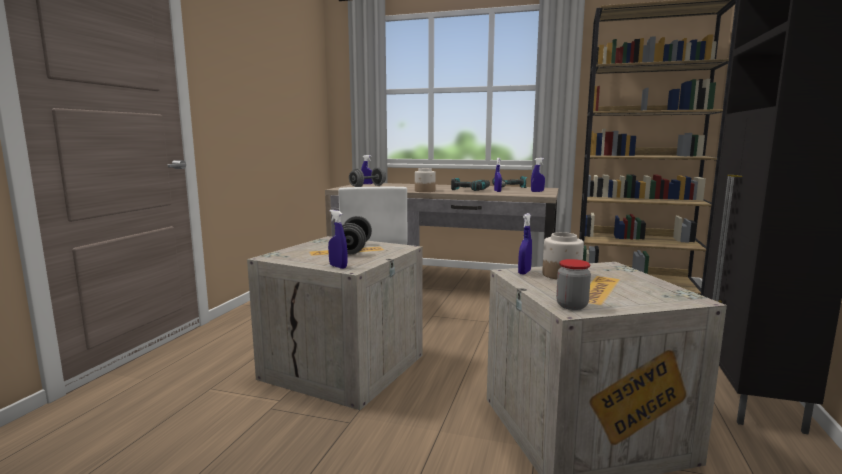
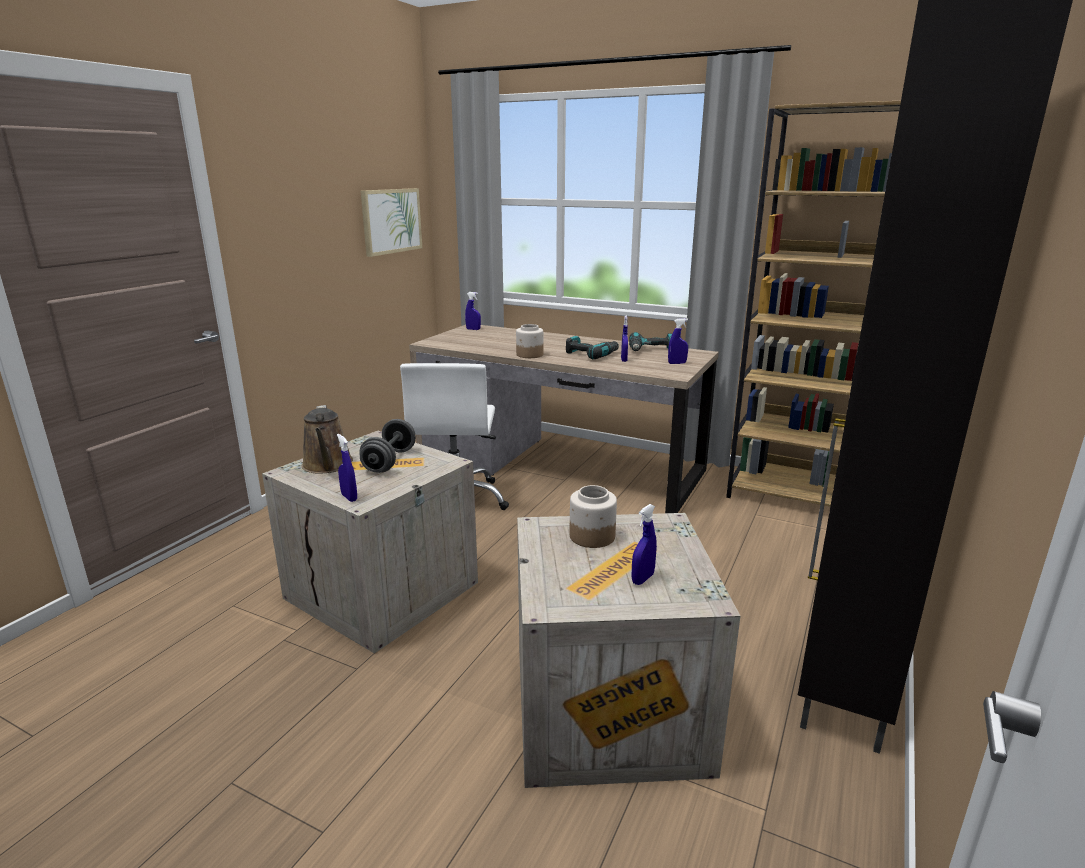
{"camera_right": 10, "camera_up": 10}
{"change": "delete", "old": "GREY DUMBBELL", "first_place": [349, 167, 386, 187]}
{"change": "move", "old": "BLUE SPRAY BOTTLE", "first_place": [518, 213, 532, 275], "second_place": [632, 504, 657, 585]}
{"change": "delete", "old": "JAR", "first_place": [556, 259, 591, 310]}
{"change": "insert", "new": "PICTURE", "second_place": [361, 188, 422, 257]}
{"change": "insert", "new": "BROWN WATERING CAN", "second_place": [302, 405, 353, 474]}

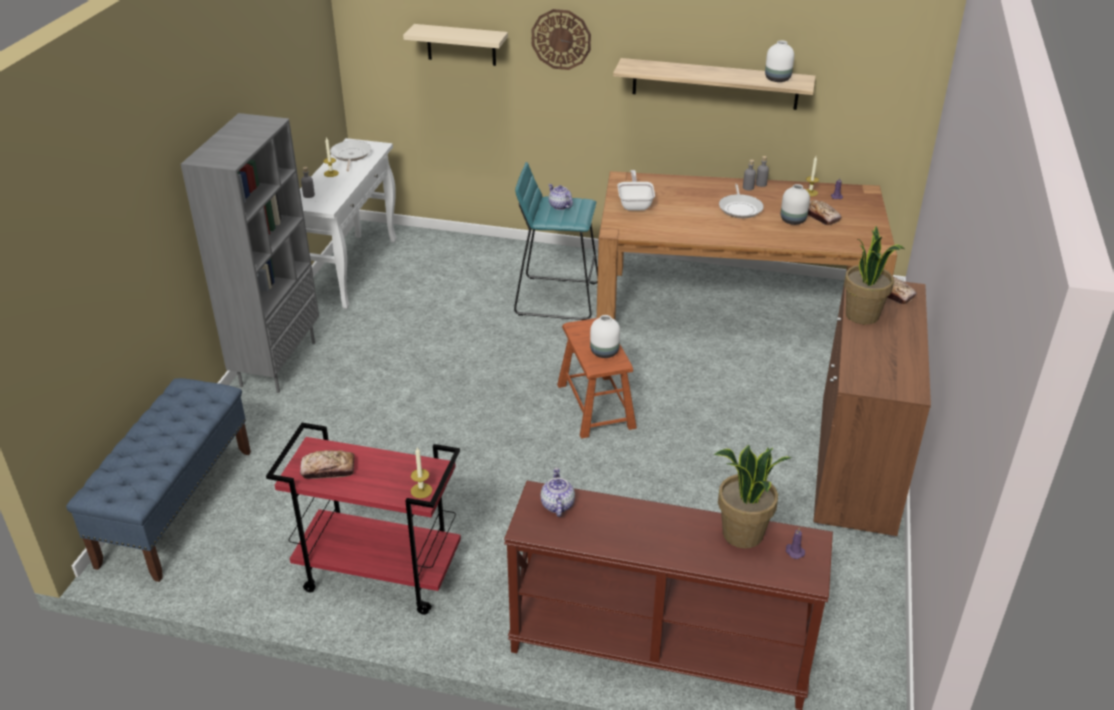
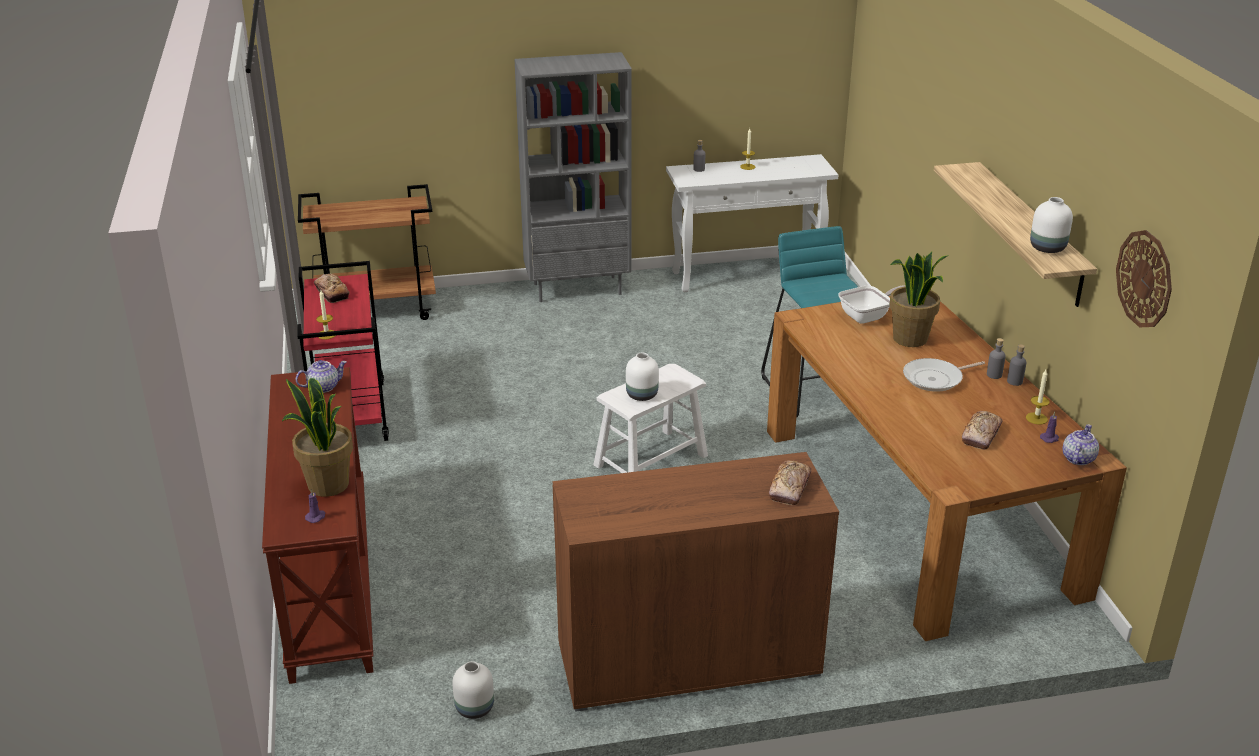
{"camera_right": 65, "camera_up": -5}
{"change": "move", "old": "WALL CLOCK", "first_place": [531, 9, 591, 70], "second_place": [1116, 230, 1172, 328]}
{"change": "delete", "old": "BEIGE SHELF", "first_place": [403, 24, 508, 66]}
{"change": "delete", "old": "FRYING PAN", "first_place": [330, 140, 371, 171]}
{"change": "move", "old": "TEAPOT", "first_place": [548, 184, 573, 210], "second_place": [1063, 424, 1099, 465]}
{"change": "move", "old": "WHITE VASE", "first_place": [781, 184, 810, 225], "second_place": [452, 661, 494, 719]}
{"change": "move", "old": "POTTED PLANT", "first_place": [844, 226, 905, 324], "second_place": [890, 251, 949, 347]}
{"change": "recolor", "old": "BROWN STOOL", "new": "WHITE STOOL", "first_place": [557, 318, 637, 438], "second_place": [593, 364, 708, 473]}
{"change": "replace", "old": "BLUE BENCH", "new": "BROWN CART", "first_place": [66, 378, 251, 582], "second_place": [298, 184, 436, 320]}

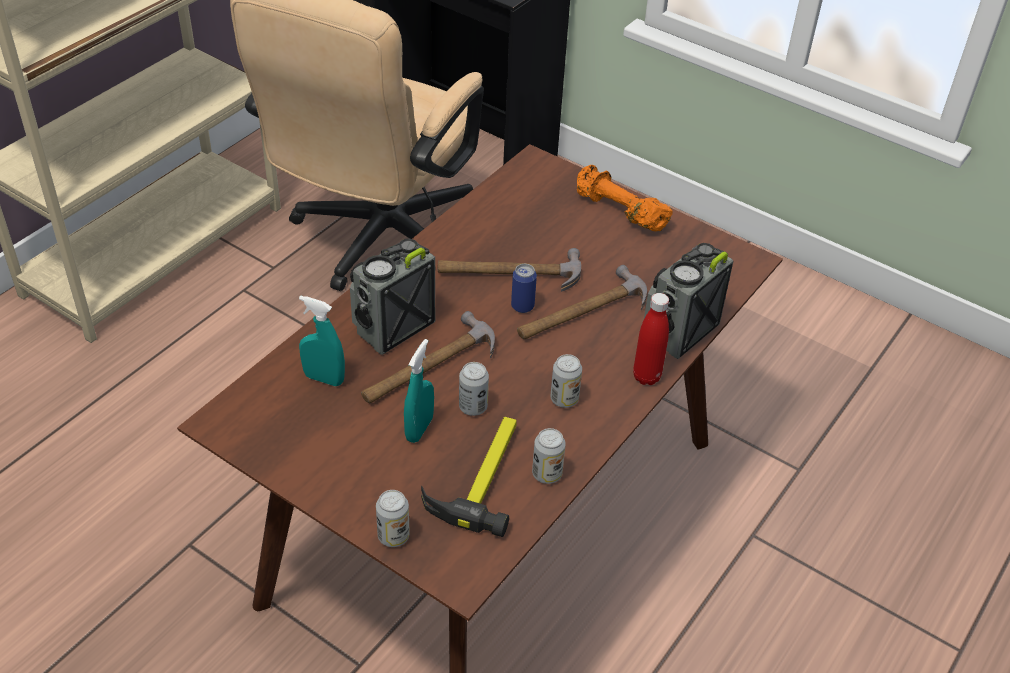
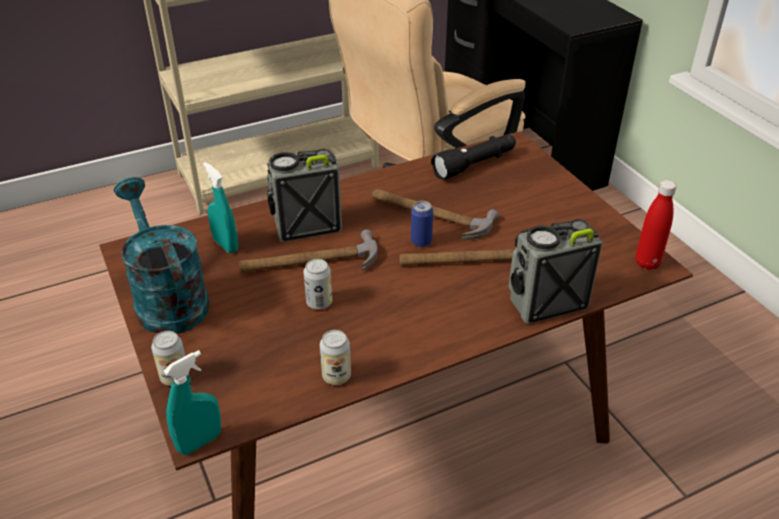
{"camera_right": 30, "camera_up": -5}
{"change": "delete", "old": "ORANGE DUMBBELL", "first_place": [577, 165, 673, 231]}
{"change": "move", "old": "RED BOTTLE", "first_place": [633, 293, 669, 385], "second_place": [636, 180, 677, 270]}
{"change": "move", "old": "TURQUOISE SPRAY BOTTLE", "first_place": [404, 339, 434, 443], "second_place": [164, 350, 221, 455]}
{"change": "delete", "old": "CAN", "first_place": [551, 354, 582, 408]}
{"change": "delete", "old": "HAMMER", "first_place": [421, 417, 517, 537]}
{"change": "insert", "new": "BLACK FLASHLIGHT", "second_place": [431, 134, 516, 180]}
{"change": "insert", "new": "TURQUOISE WATERING CAN", "second_place": [114, 177, 209, 334]}

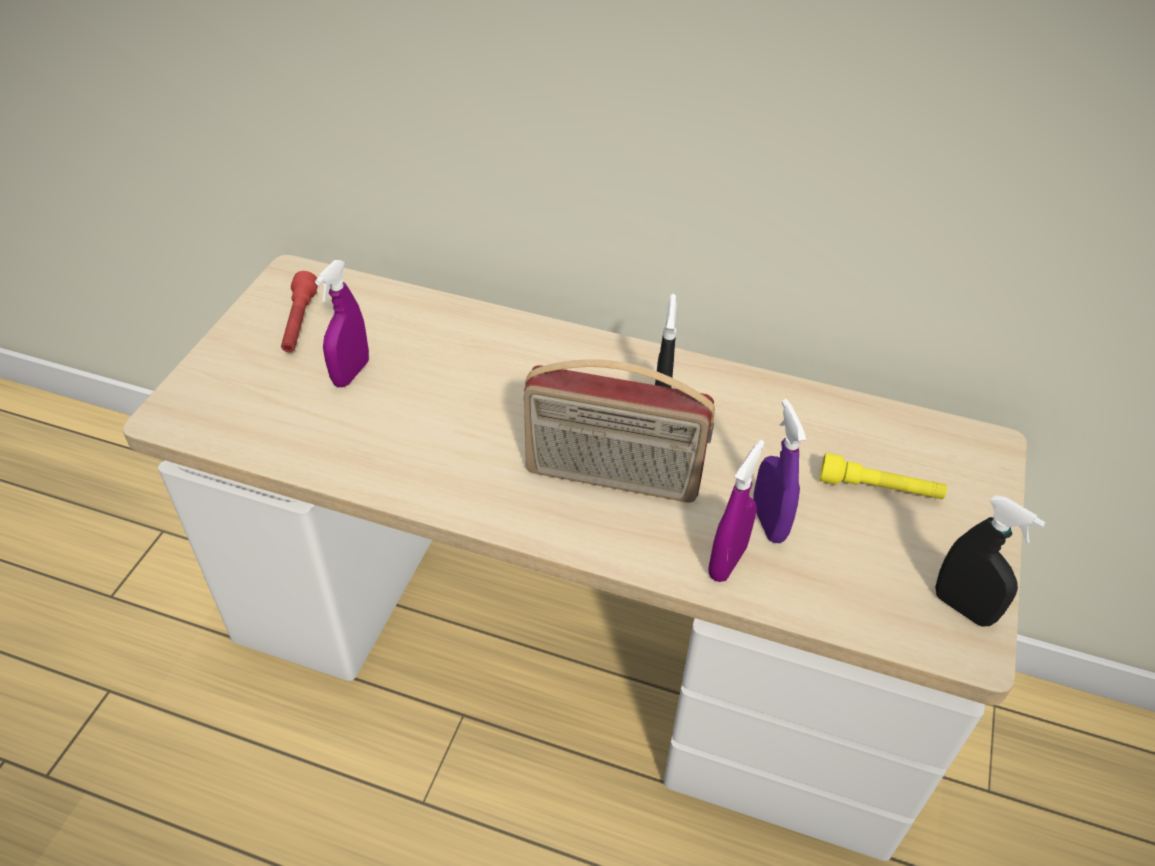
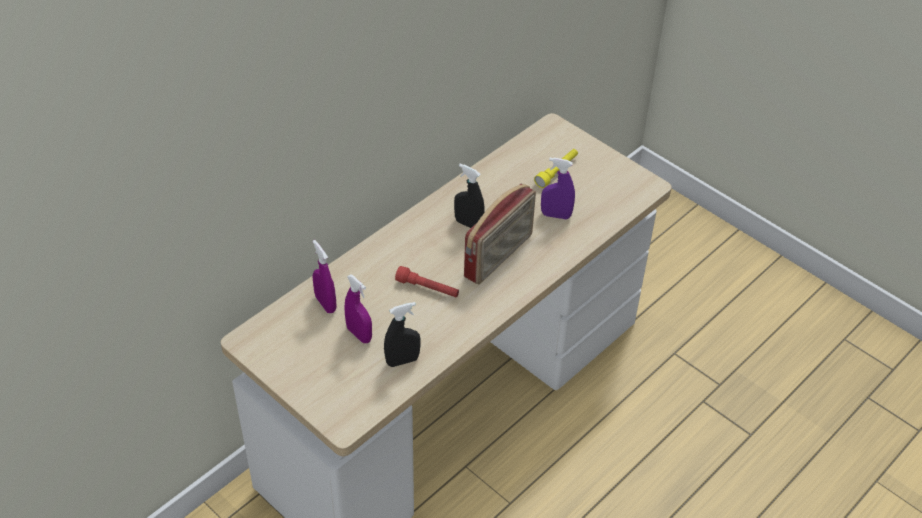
{"camera_right": -65, "camera_up": 0}
{"change": "move", "old": "RED FLASHLIGHT", "first_place": [281, 271, 318, 352], "second_place": [395, 266, 459, 297]}
{"change": "move", "old": "PURPLE SPRAY BOTTLE", "first_place": [709, 440, 765, 582], "second_place": [313, 240, 336, 313]}
{"change": "move", "old": "BLACK SPRAY BOTTLE", "first_place": [935, 495, 1046, 626], "second_place": [384, 302, 421, 367]}

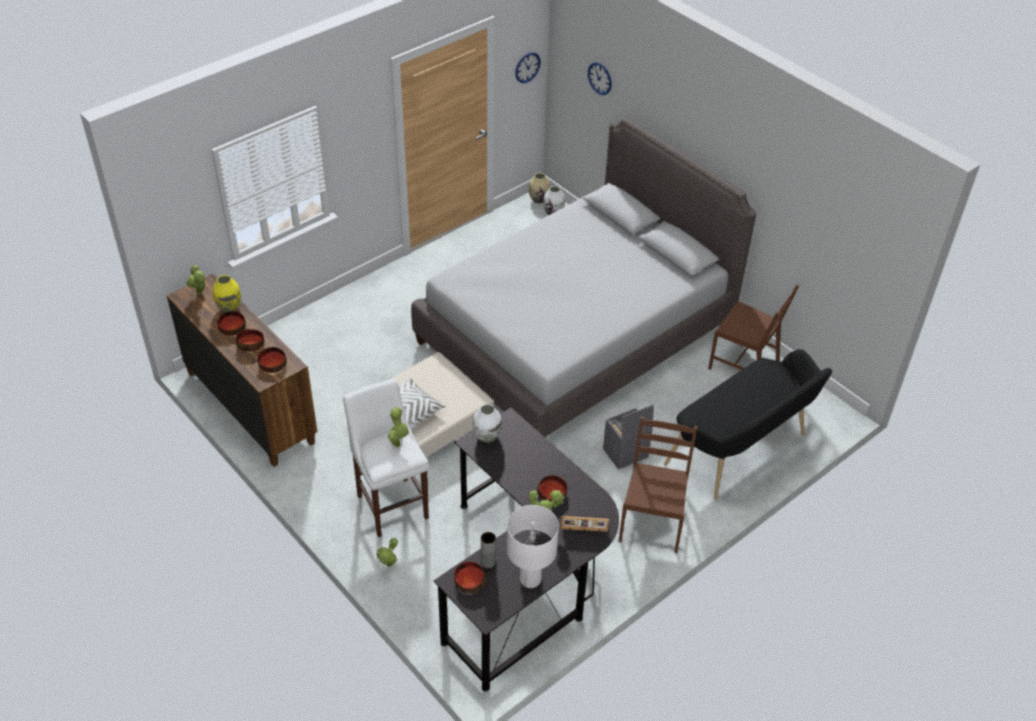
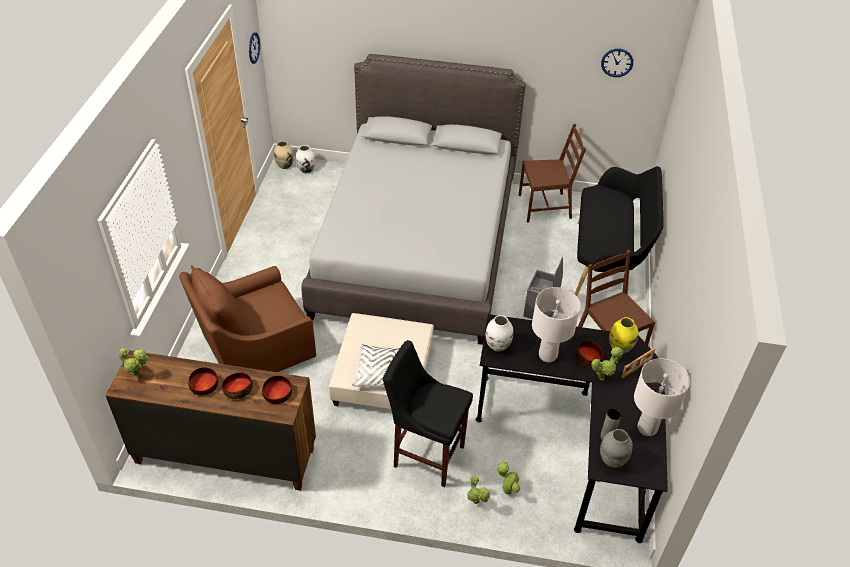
{"camera_right": -40, "camera_up": 0}
{"change": "move", "old": "WALL CLOCK", "first_place": [588, 62, 612, 95], "second_place": [601, 49, 633, 77]}
{"change": "move", "old": "YELLOW VASE", "first_place": [213, 275, 241, 312], "second_place": [609, 317, 638, 354]}
{"change": "recolor", "old": "WHITE STOOL", "new": "BLACK STOOL", "first_place": [343, 379, 429, 537], "second_place": [383, 340, 473, 487]}
{"change": "move", "old": "POTTED PLANT", "first_place": [388, 407, 409, 447], "second_place": [498, 461, 520, 495]}
{"change": "replace", "old": "BOWL", "new": "GREY VASE", "first_place": [454, 561, 486, 593], "second_place": [600, 429, 633, 468]}
{"change": "insert", "new": "BROWN ARMCHAIR", "second_place": [179, 265, 316, 372]}
{"change": "insert", "new": "WHITE TABLE LAMP", "second_place": [532, 287, 580, 363]}

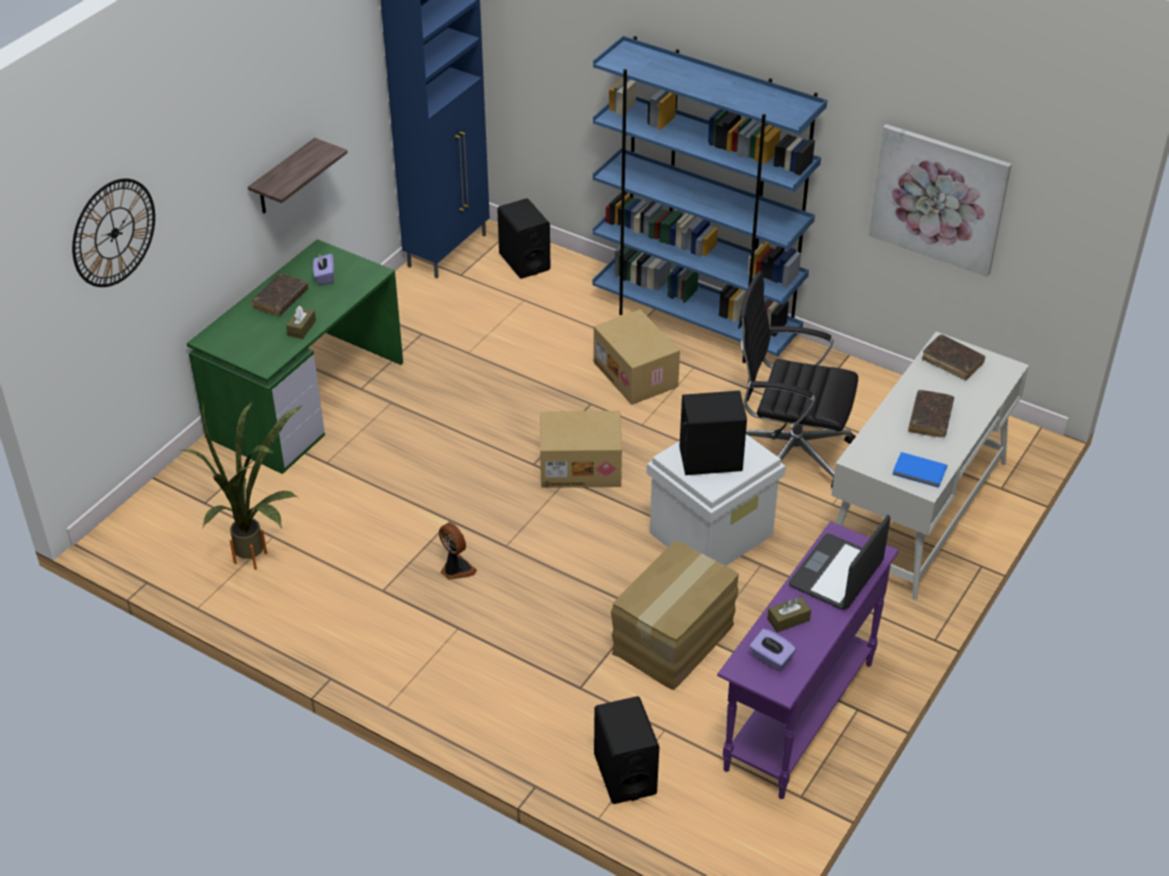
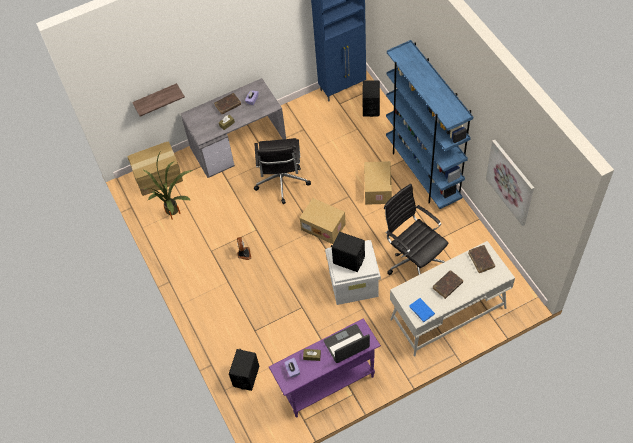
{"camera_right": 35, "camera_up": 15}
{"change": "move", "old": "SHELF", "first_place": [248, 138, 348, 214], "second_place": [132, 83, 185, 117]}
{"change": "delete", "old": "WALL CLOCK", "first_place": [72, 178, 155, 287]}
{"change": "recolor", "old": "GREEN DESK", "new": "GREY DESK", "first_place": [187, 239, 403, 474], "second_place": [181, 78, 286, 178]}
{"change": "move", "old": "CARDBOARD BOX", "first_place": [611, 541, 739, 690], "second_place": [128, 142, 183, 196]}
{"change": "insert", "new": "BLACK OFFICE CHAIR", "second_place": [254, 138, 311, 204]}

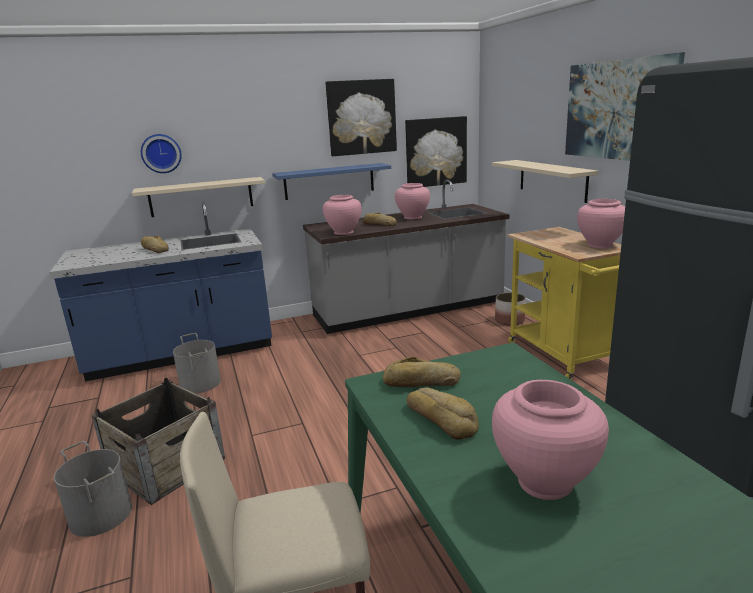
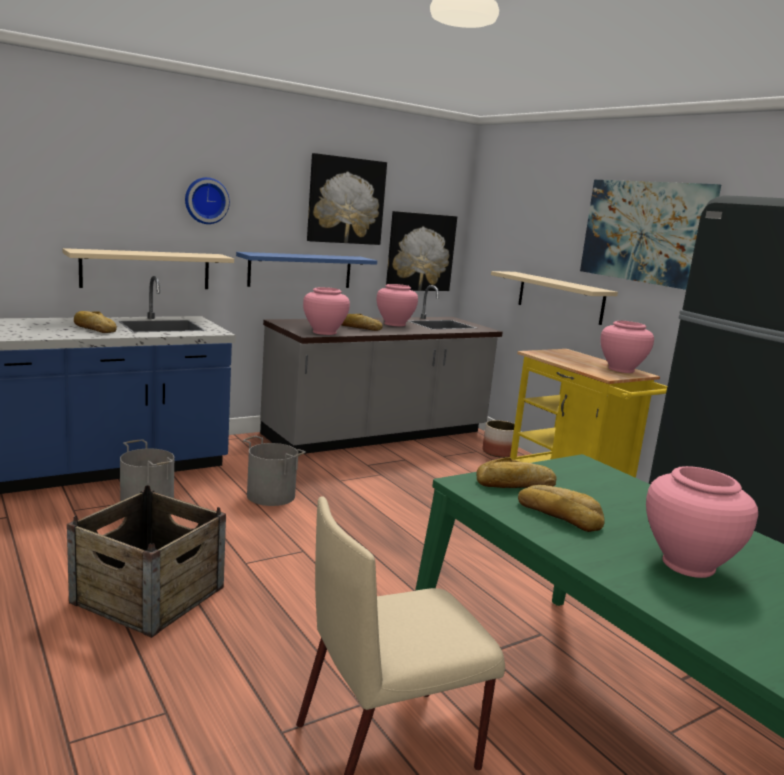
{"camera_right": -15, "camera_up": -5}
{"change": "move", "old": "WALL CLOCK", "first_place": [141, 134, 182, 173], "second_place": [185, 177, 230, 224]}
{"change": "move", "old": "GREY BUCKET", "first_place": [54, 441, 132, 537], "second_place": [243, 436, 306, 506]}

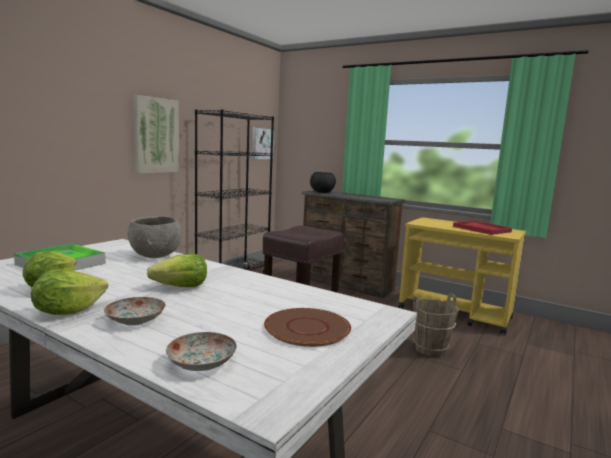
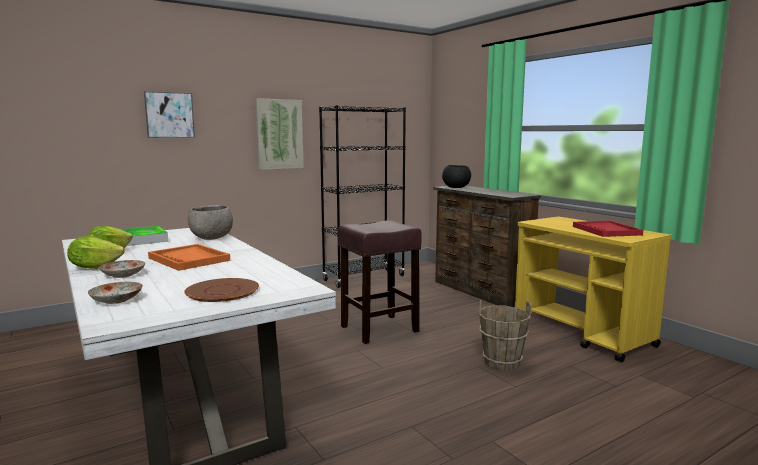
{"camera_right": 25, "camera_up": 0}
{"change": "move", "old": "PICTURE", "first_place": [252, 127, 275, 160], "second_place": [144, 91, 195, 138]}
{"change": "replace", "old": "LETTUCE", "new": "ORANGE TRAY", "first_place": [147, 254, 207, 287], "second_place": [148, 244, 230, 271]}

